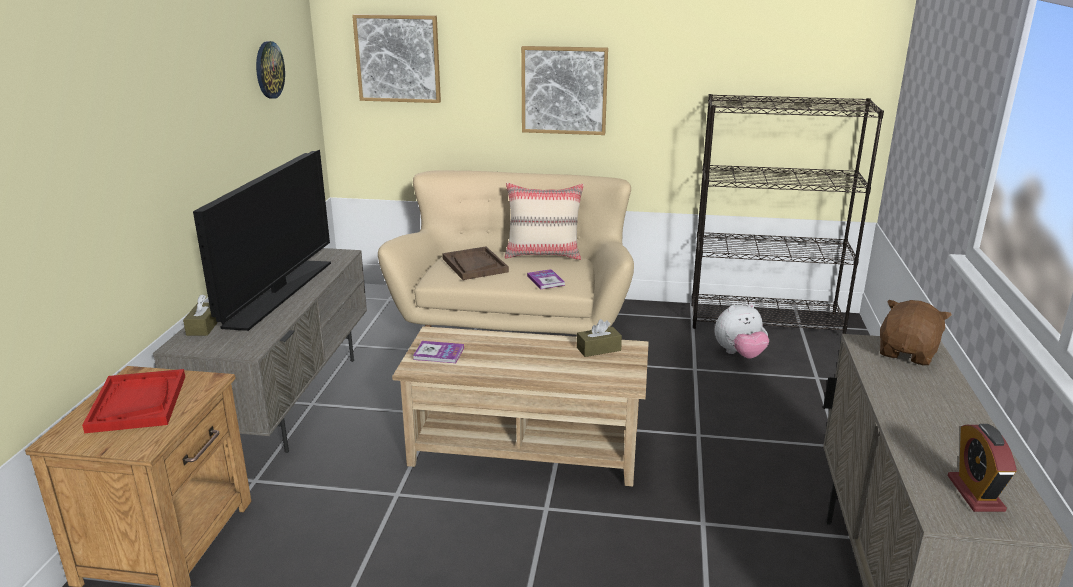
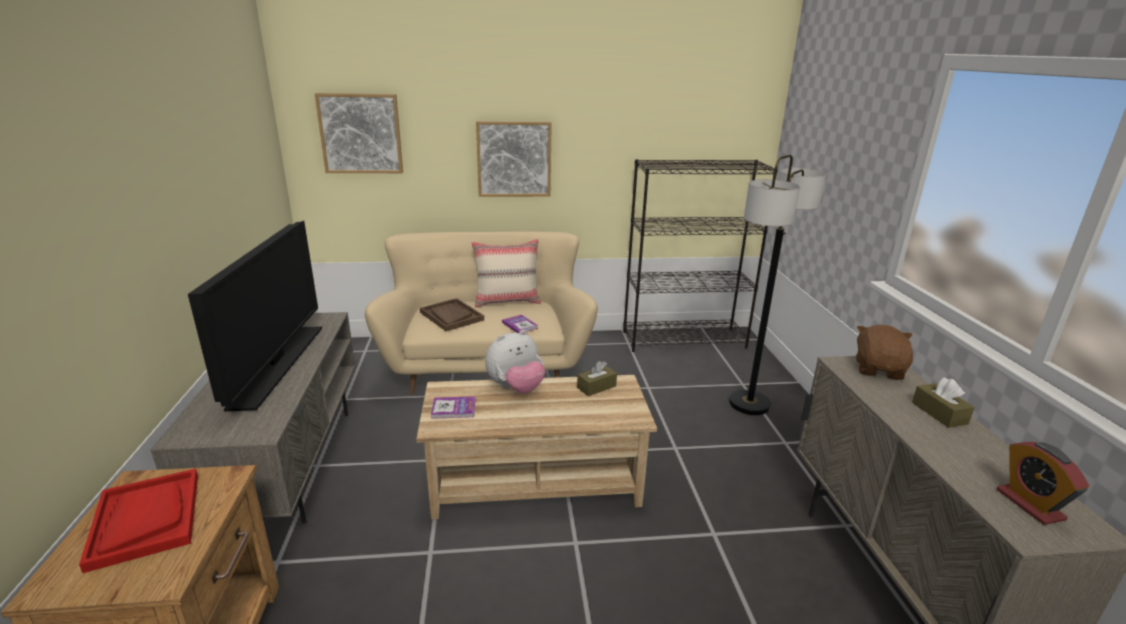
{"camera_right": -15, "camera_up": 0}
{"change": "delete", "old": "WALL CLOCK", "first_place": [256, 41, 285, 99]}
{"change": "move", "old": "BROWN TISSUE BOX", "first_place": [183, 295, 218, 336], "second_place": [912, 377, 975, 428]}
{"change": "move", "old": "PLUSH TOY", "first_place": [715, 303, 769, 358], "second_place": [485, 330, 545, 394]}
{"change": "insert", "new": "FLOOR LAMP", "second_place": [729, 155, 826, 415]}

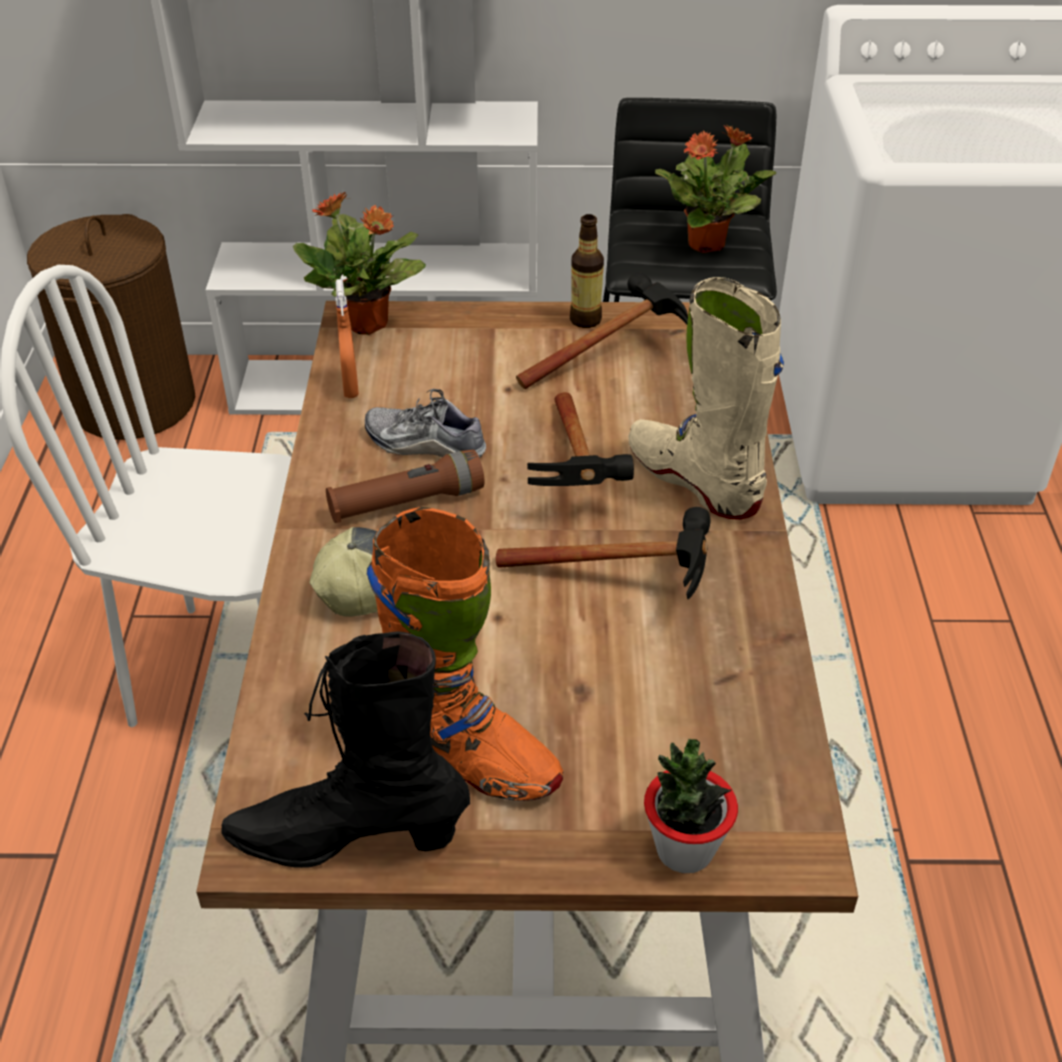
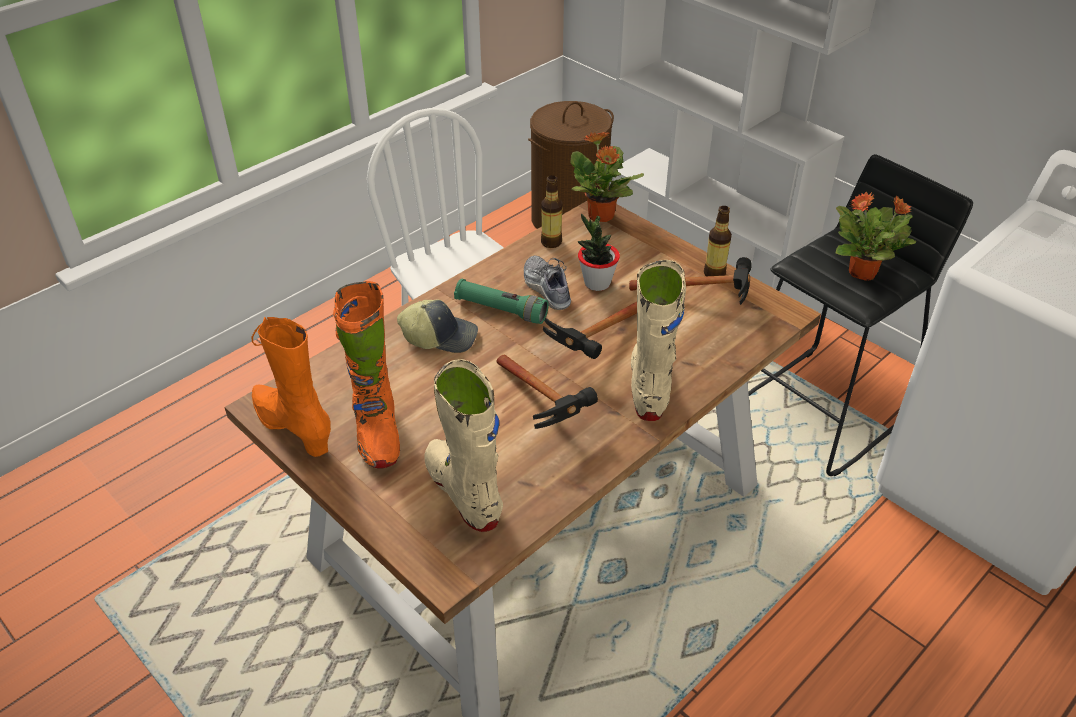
{"camera_right": 45, "camera_up": 0}
{"change": "replace", "old": "ORANGE SPRAY BOTTLE", "new": "BOTTLE", "first_place": [336, 279, 359, 398], "second_place": [541, 175, 563, 248]}
{"change": "recolor", "old": "BROWN FLASHLIGHT", "new": "GREEN FLASHLIGHT", "first_place": [326, 450, 485, 523], "second_place": [454, 279, 549, 324]}
{"change": "recolor", "old": "BLACK BOOT", "new": "ORANGE BOOT", "first_place": [221, 631, 470, 868], "second_place": [252, 317, 331, 457]}
{"change": "move", "old": "POTTED PLANT", "first_place": [644, 739, 738, 873], "second_place": [578, 214, 620, 291]}
{"change": "insert", "new": "BEIGE BOOT", "second_place": [424, 359, 503, 532]}

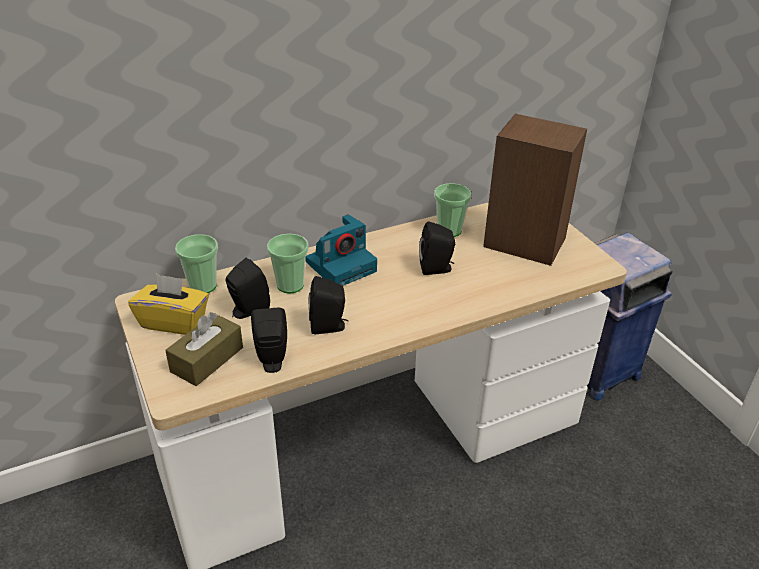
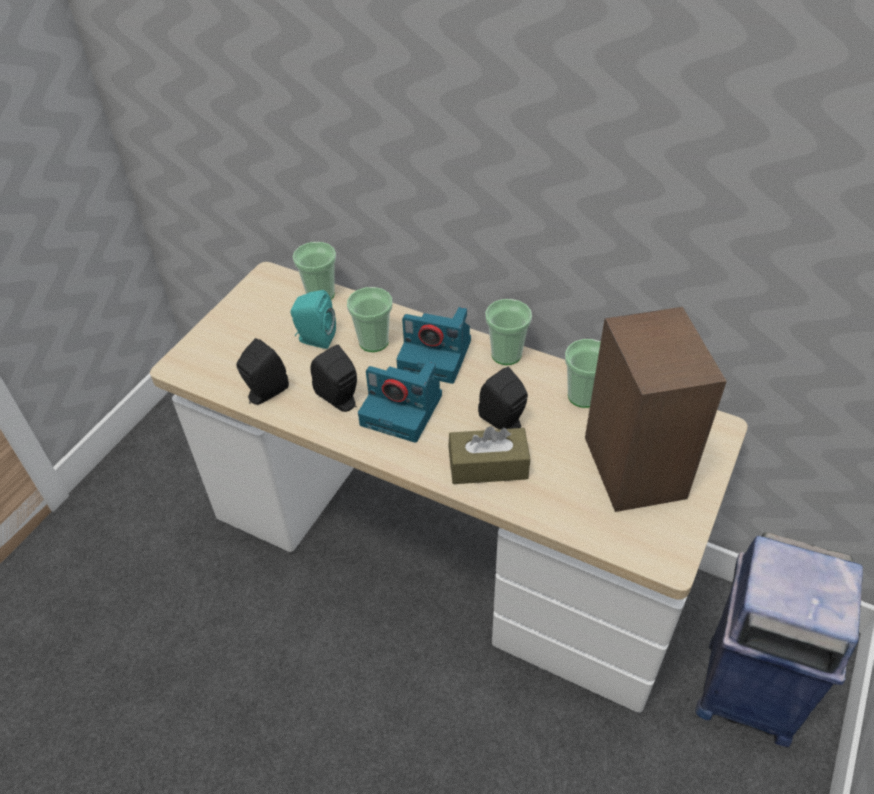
{"camera_right": 55, "camera_up": 10}
{"change": "recolor", "old": "BLACK SPEAKER", "new": "TURQUOISE SPEAKER", "first_place": [226, 258, 270, 319], "second_place": [291, 290, 336, 349]}
{"change": "delete", "old": "YELLOW TISSUE BOX", "first_place": [128, 274, 209, 335]}
{"change": "move", "old": "BROWN TISSUE BOX", "first_place": [165, 312, 243, 386], "second_place": [448, 426, 530, 484]}
{"change": "insert", "new": "CUP", "second_place": [485, 299, 532, 365]}
{"change": "insert", "new": "PHOTO CAMERA", "second_place": [358, 362, 442, 443]}

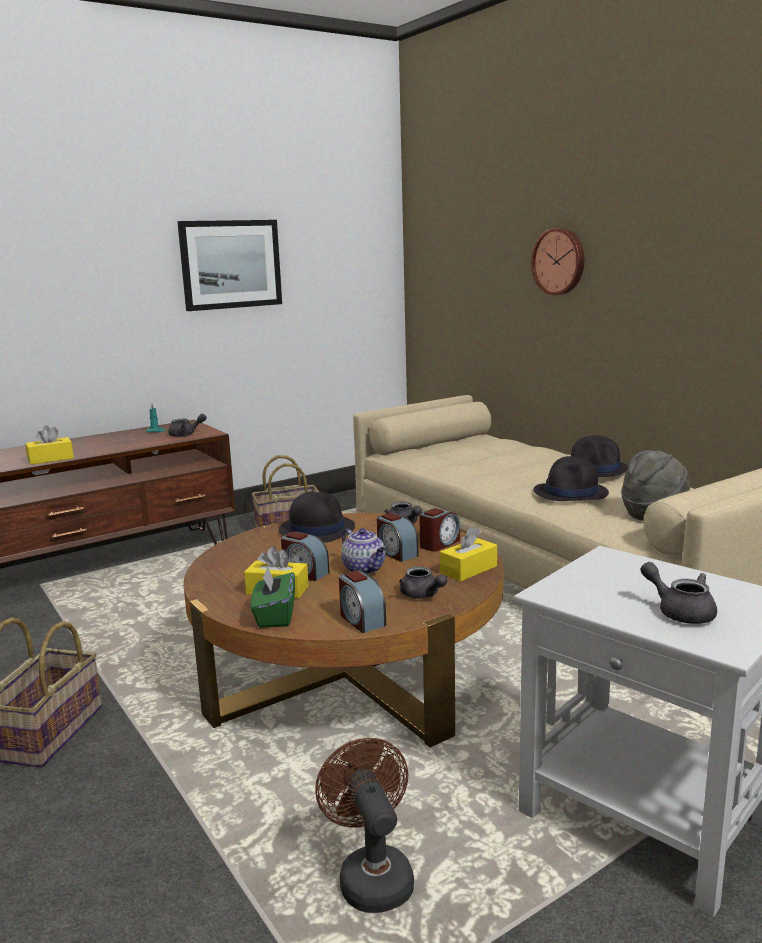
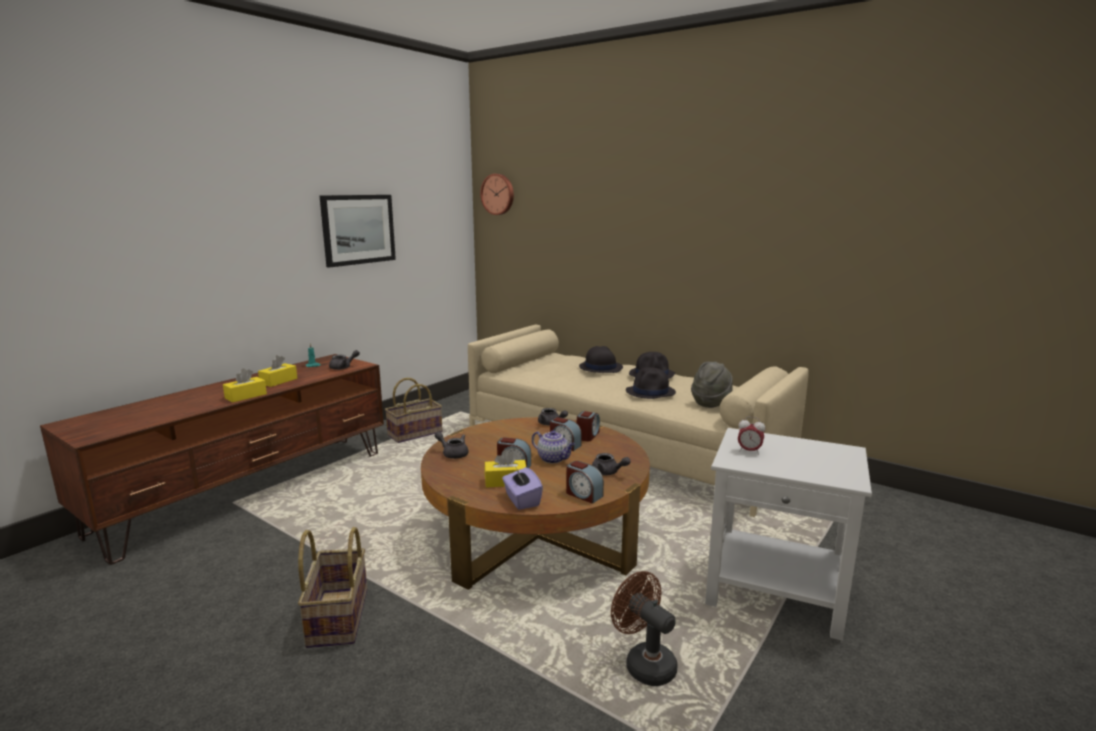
{"camera_right": -20, "camera_up": 0}
{"change": "move", "old": "WALL CLOCK", "first_place": [531, 228, 584, 295], "second_place": [480, 174, 514, 215]}
{"change": "move", "old": "BLACK HAT", "first_place": [279, 491, 355, 542], "second_place": [579, 346, 623, 373]}
{"change": "move", "old": "YELLOW TISSUE BOX", "first_place": [440, 527, 497, 582], "second_place": [258, 355, 297, 387]}
{"change": "move", "old": "GREY TEAPOT", "first_place": [640, 562, 717, 624], "second_place": [435, 432, 469, 459]}
{"change": "recolor", "old": "GREEN TISSUE BOX", "new": "PURPLE TISSUE BOX", "first_place": [251, 566, 295, 628], "second_place": [502, 466, 543, 510]}
{"change": "insert", "new": "ALARM CLOCK", "second_place": [738, 417, 765, 454]}

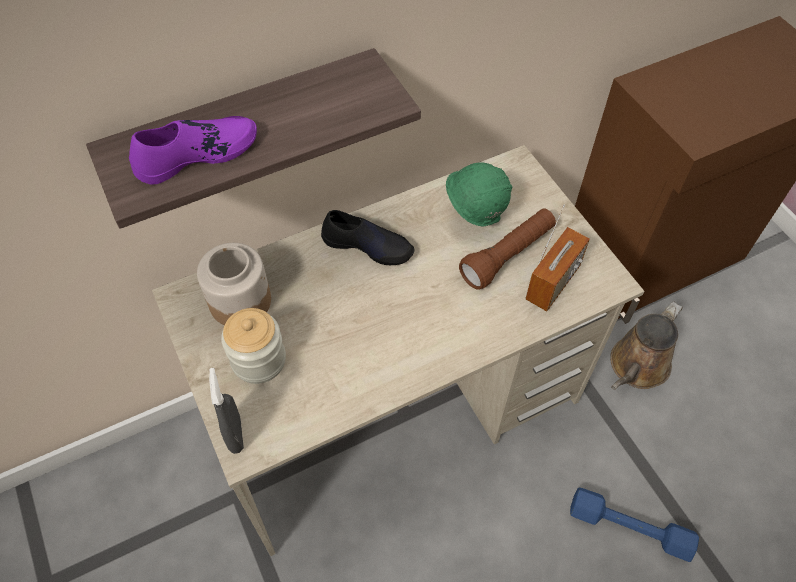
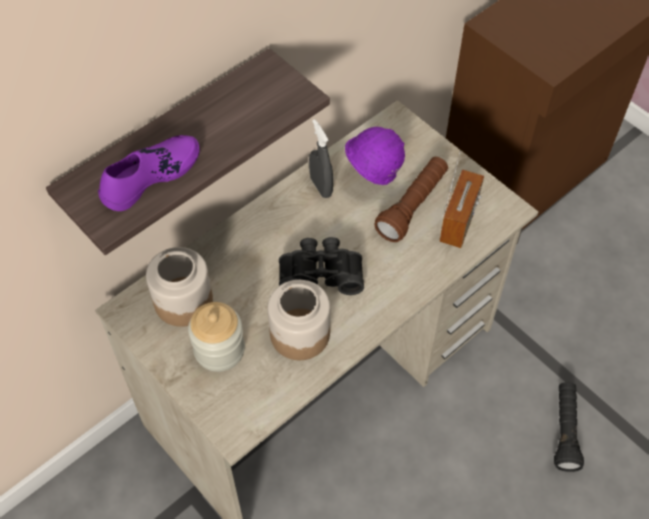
{"camera_right": -15, "camera_up": 0}
{"change": "recolor", "old": "GREEN HARD HAT", "new": "PURPLE HARD HAT", "first_place": [446, 163, 513, 227], "second_place": [345, 127, 405, 185]}
{"change": "delete", "old": "BLACK SHOE", "first_place": [321, 210, 414, 265]}
{"change": "delete", "old": "BROWN WATERING CAN", "first_place": [610, 301, 683, 390]}
{"change": "move", "old": "GREY SPRAY BOTTLE", "first_place": [209, 368, 244, 454], "second_place": [309, 119, 333, 198]}
{"change": "replace", "old": "BLUE DUMBBELL", "new": "BLACK FLASHLIGHT", "first_place": [570, 487, 699, 562], "second_place": [554, 382, 584, 472]}
{"change": "insert", "new": "BLACK BINOCULARS", "second_place": [279, 237, 364, 295]}
{"change": "insert", "new": "JAR", "second_place": [267, 280, 330, 360]}

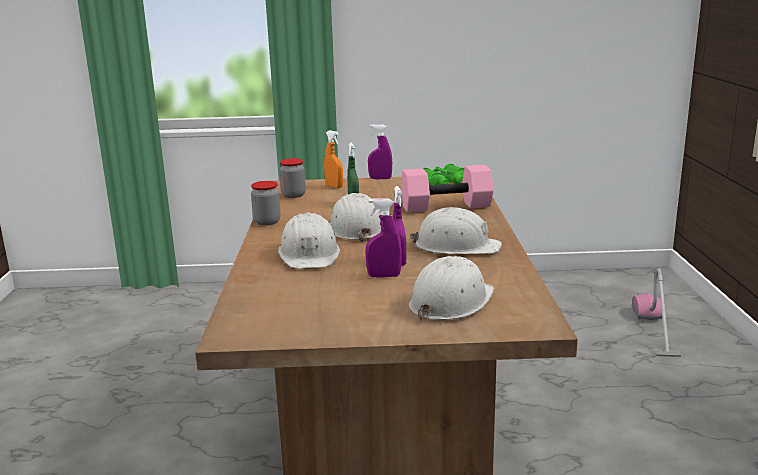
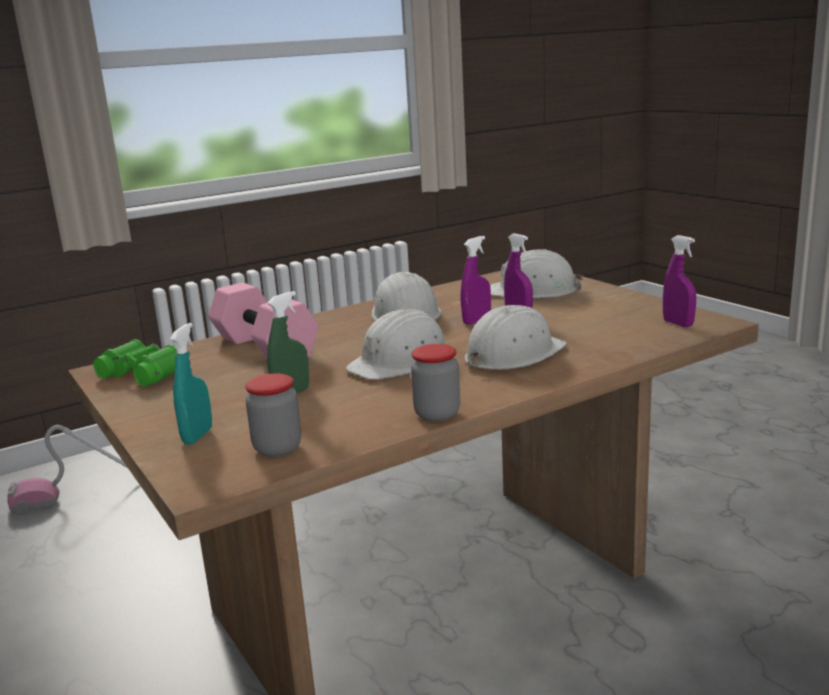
{"camera_right": -120, "camera_up": 0}
{"change": "move", "old": "PURPLE SPRAY BOTTLE", "first_place": [368, 124, 392, 179], "second_place": [663, 235, 696, 327]}
{"change": "recolor", "old": "ORANGE SPRAY BOTTLE", "new": "TURQUOISE SPRAY BOTTLE", "first_place": [324, 130, 343, 188], "second_place": [170, 323, 212, 444]}

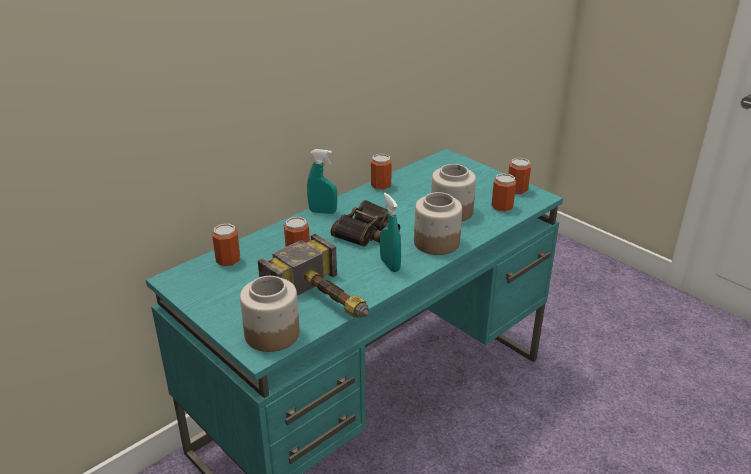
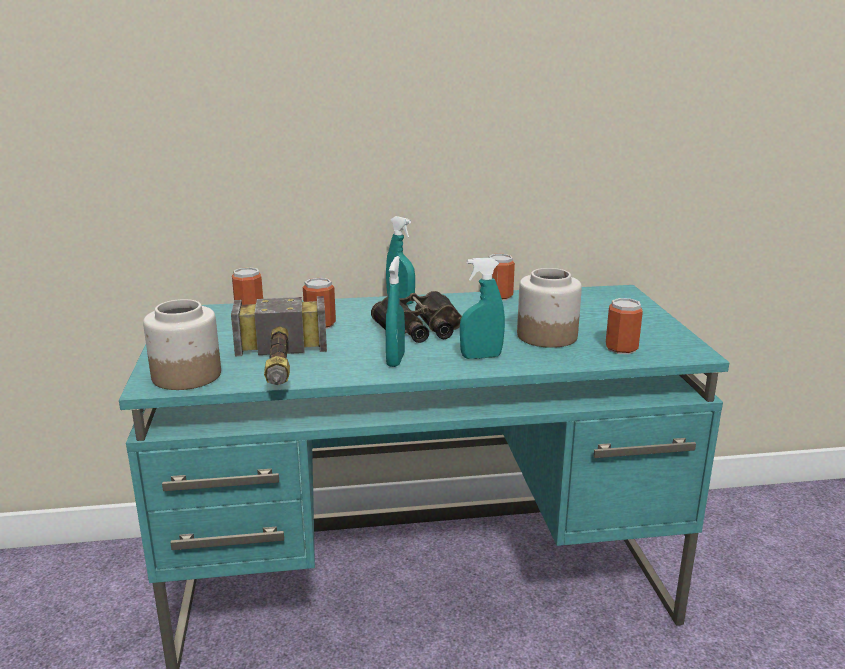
{"camera_right": 35, "camera_up": -10}
{"change": "delete", "old": "CAN", "first_place": [508, 158, 531, 195]}
{"change": "replace", "old": "JAR", "new": "TURQUOISE SPRAY BOTTLE", "first_place": [414, 192, 462, 255], "second_place": [460, 258, 505, 359]}

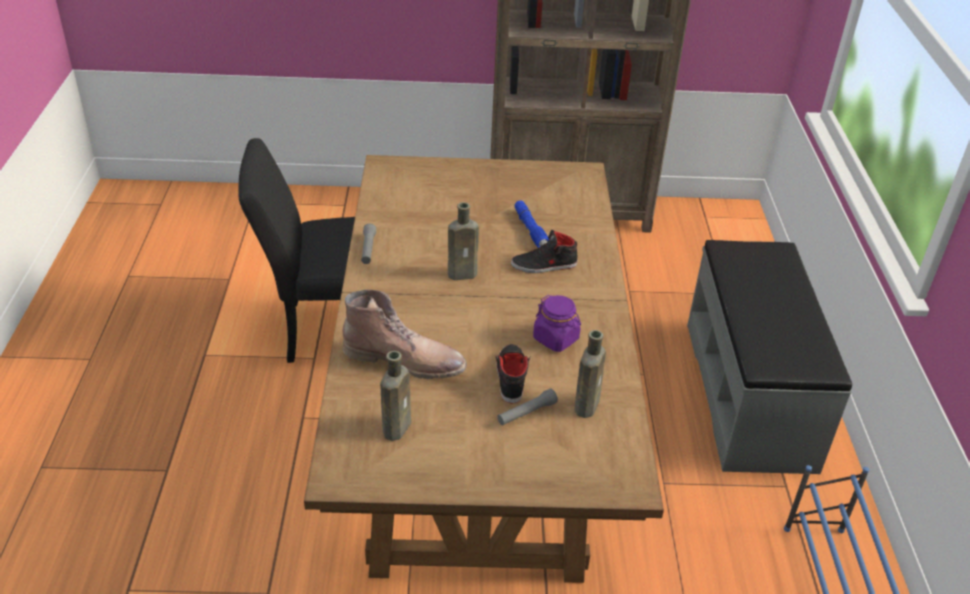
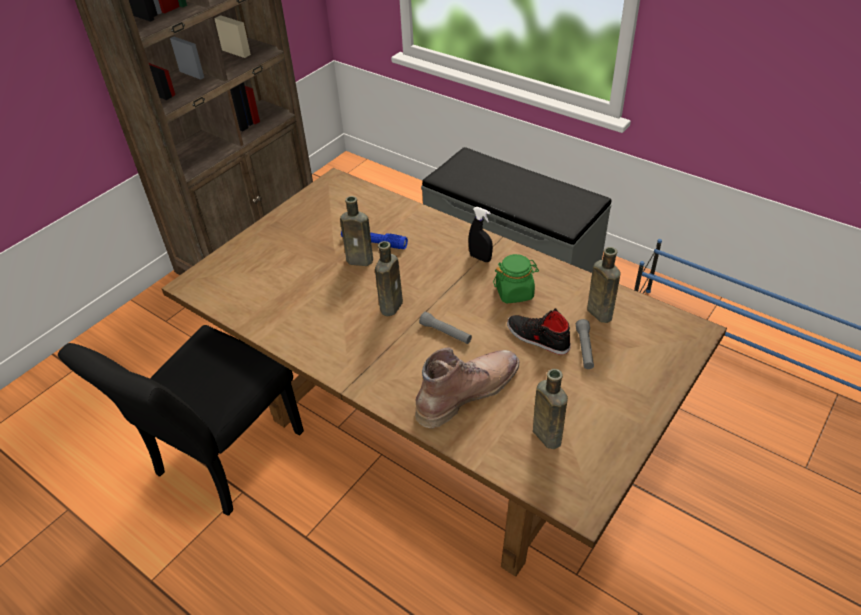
{"camera_right": -50, "camera_up": 5}
{"change": "move", "old": "GREY FLASHLIGHT", "first_place": [361, 223, 376, 264], "second_place": [419, 312, 472, 344]}
{"change": "delete", "old": "BLACK SHOE", "first_place": [511, 230, 578, 273]}
{"change": "recolor", "old": "PURPLE JAR", "new": "GREEN JAR", "first_place": [533, 295, 581, 352], "second_place": [493, 254, 539, 303]}
{"change": "insert", "new": "BROWN BOTTLE", "second_place": [340, 196, 373, 266]}
{"change": "insert", "new": "BLACK SPRAY BOTTLE", "second_place": [468, 207, 493, 262]}

